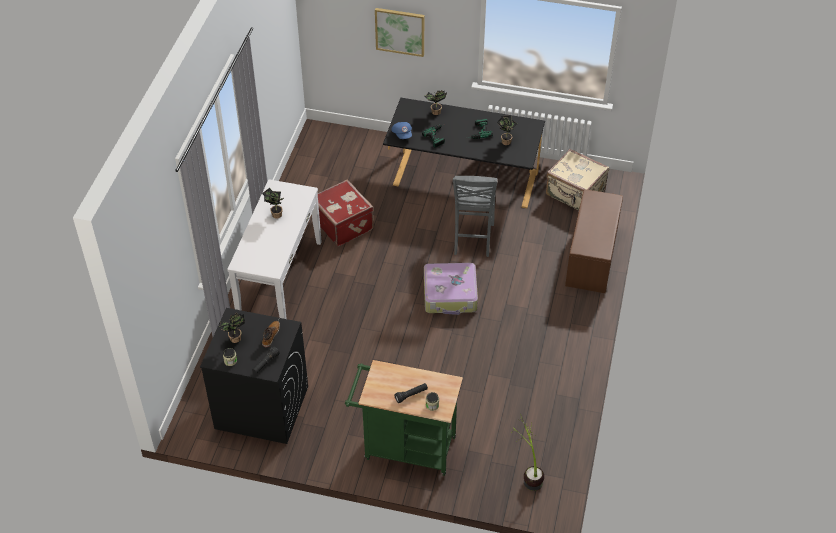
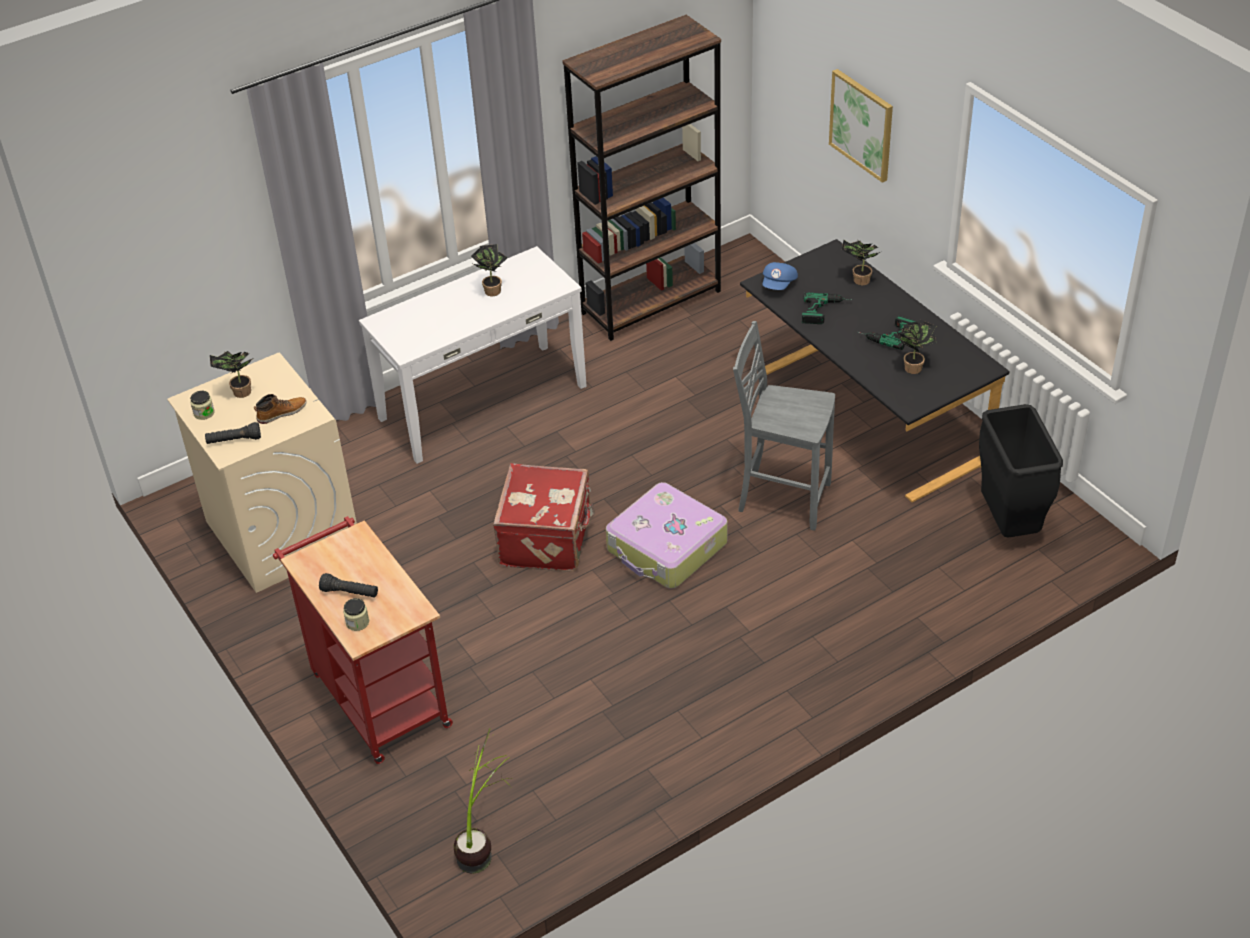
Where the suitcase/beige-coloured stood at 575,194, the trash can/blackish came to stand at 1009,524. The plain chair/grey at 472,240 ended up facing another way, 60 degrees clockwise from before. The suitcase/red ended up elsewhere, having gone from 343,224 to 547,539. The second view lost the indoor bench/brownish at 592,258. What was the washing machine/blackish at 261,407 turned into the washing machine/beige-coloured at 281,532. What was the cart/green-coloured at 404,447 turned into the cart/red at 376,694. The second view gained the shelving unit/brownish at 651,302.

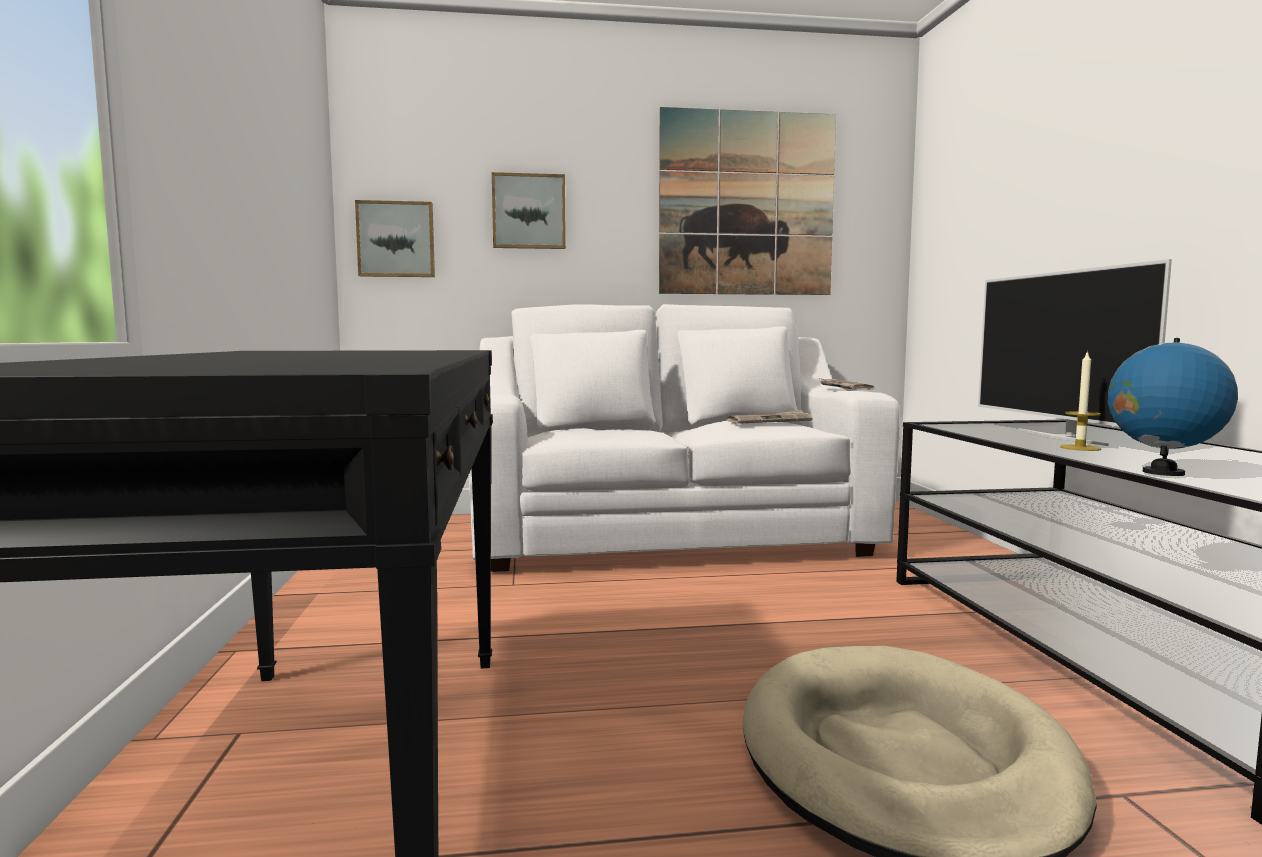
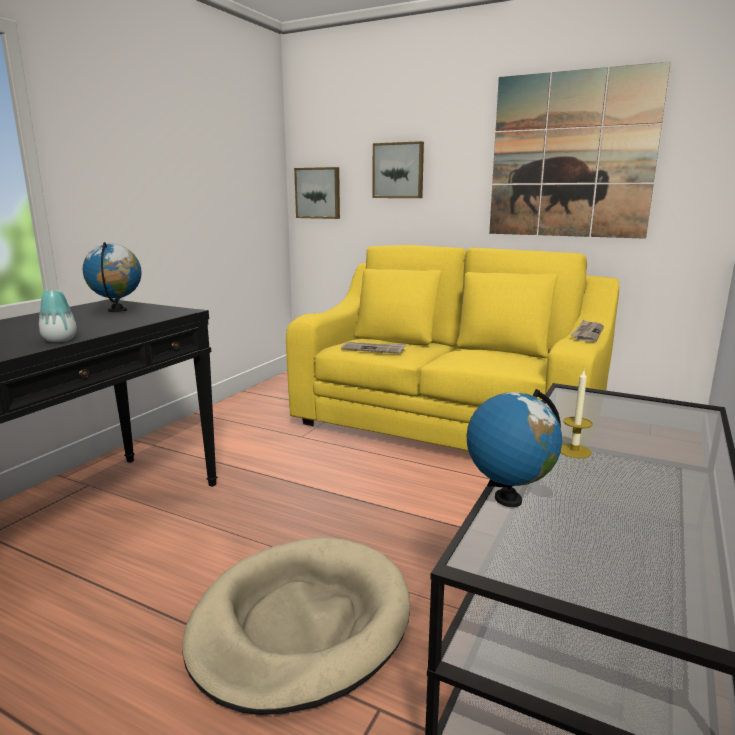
The second view lost the TV set at 1061,437. What was the sofa/white-coloured at 668,535 turned into the sofa/yellow-coloured at 446,422. The daily paper ended up elsewhere, having gone from 769,420 to 374,349. The second view gained the globe at 118,310. The second view gained the flower vase at 60,340.

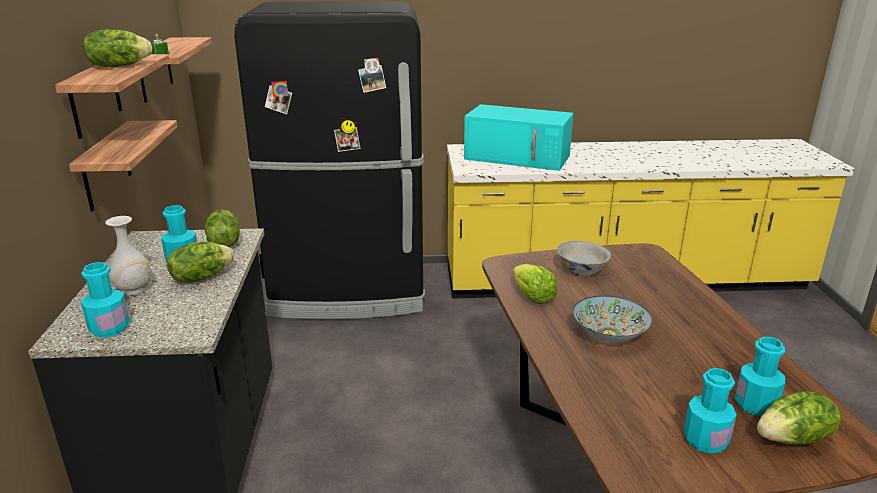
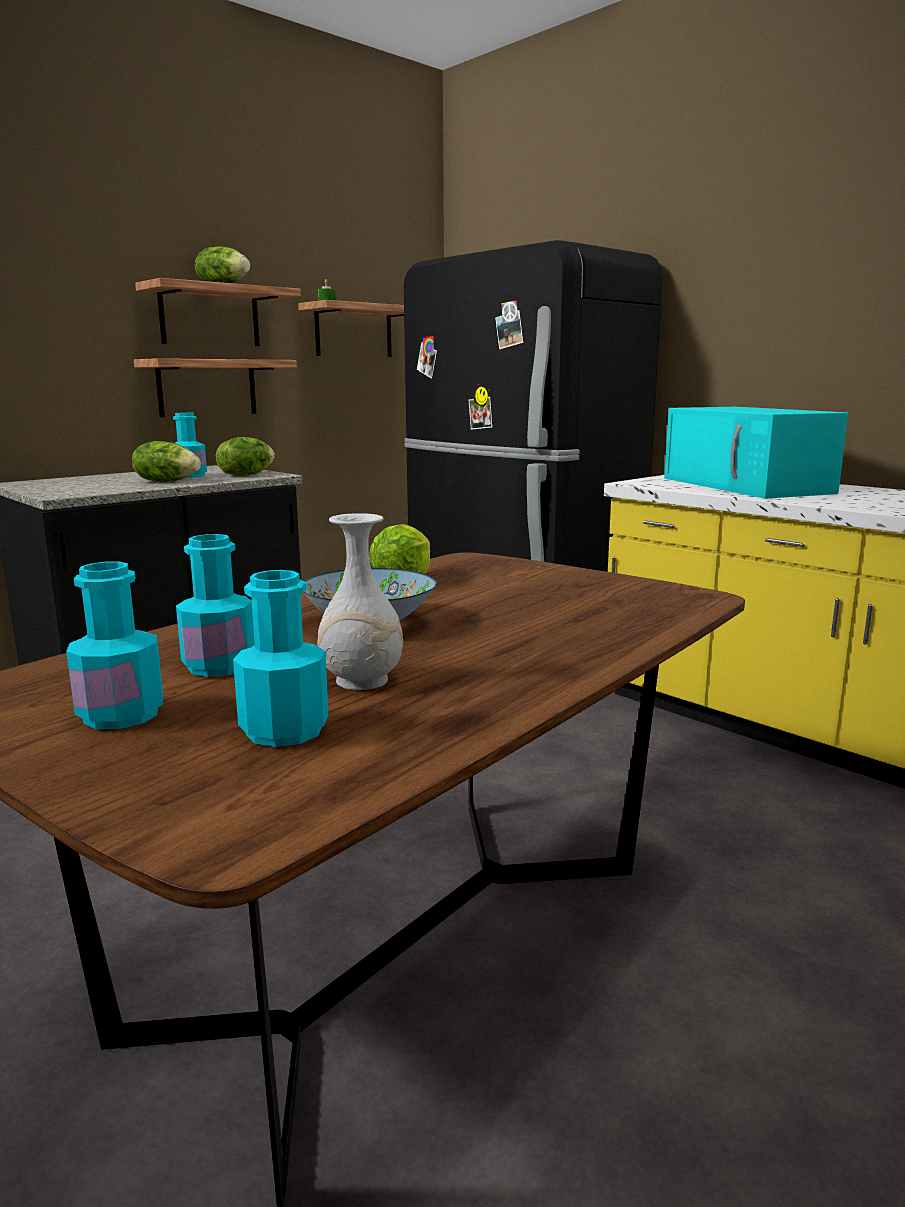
The flower vase/white-coloured ended up elsewhere, having gone from 133,289 to 361,681. The second view lost the bowl/white-coloured at 581,270. The bottle/blue-green ended up elsewhere, having gone from 109,328 to 219,666. The second view lost the lettuce at 794,439.

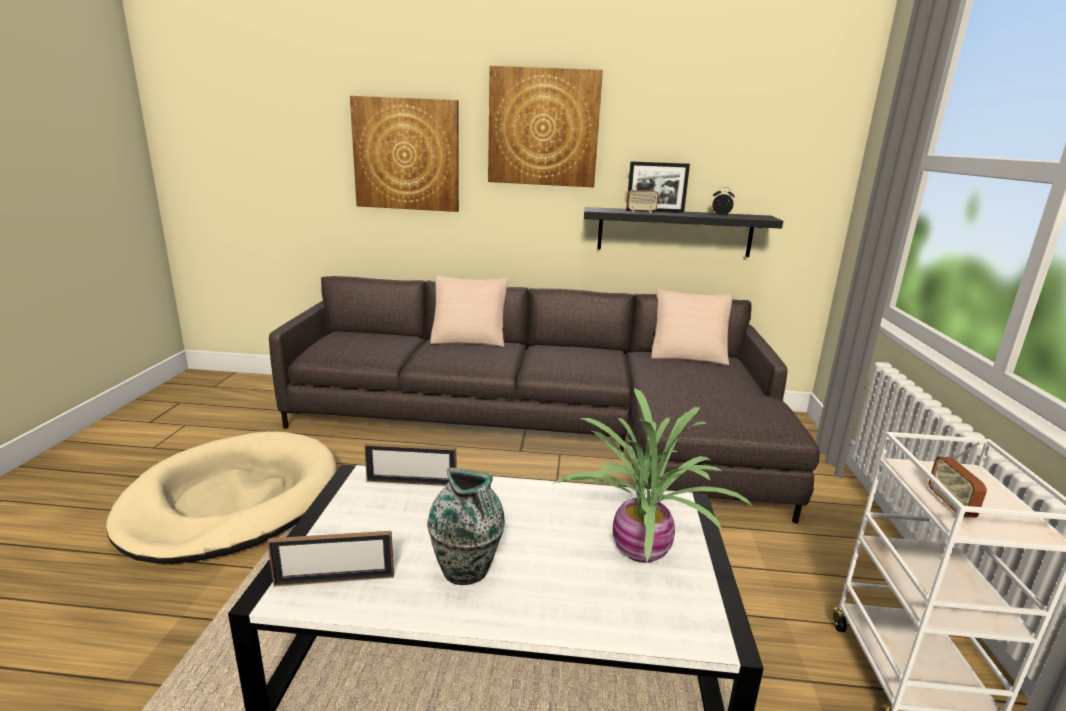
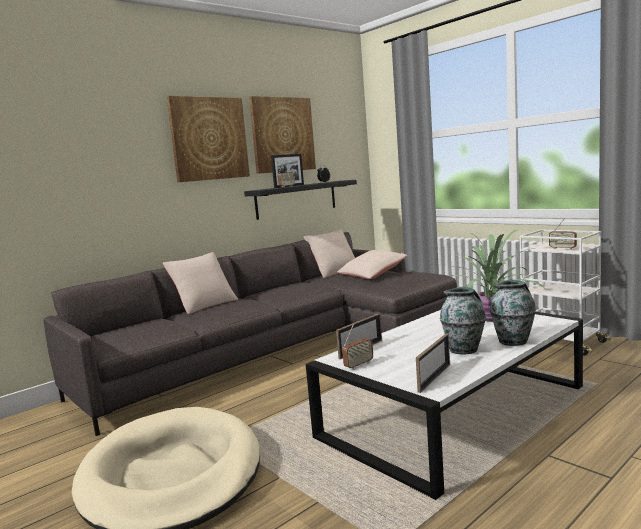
The wall art ended up elsewhere, having gone from 406,154 to 282,135. The second view gained the cushion/beige-coloured at 372,274. The second view gained the flower vase at 513,341. The second view gained the radio set at 358,365.

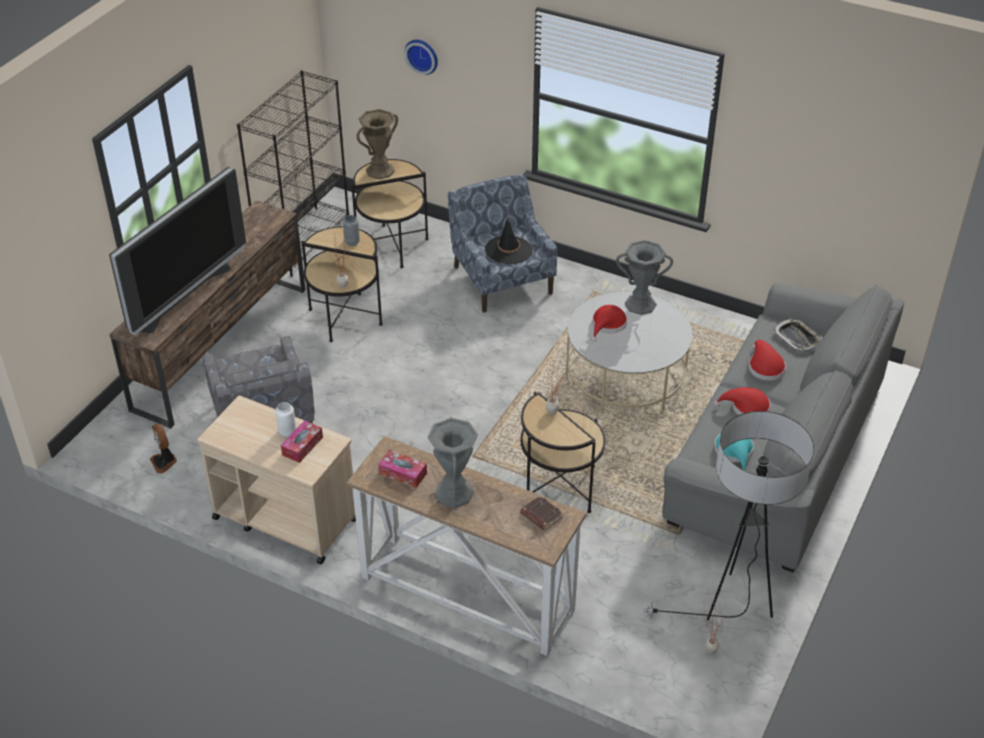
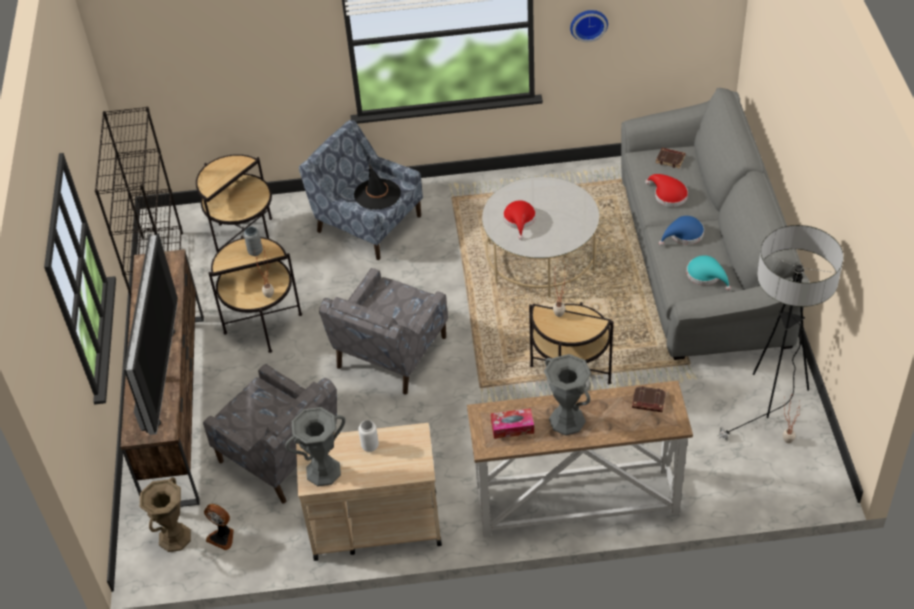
The wall clock ended up elsewhere, having gone from 422,55 to 588,23. The flower vase/brownish ended up elsewhere, having gone from 380,171 to 175,538. The flower vase/grey ended up elsewhere, having gone from 640,304 to 323,471. Where the carrying tray stood at 797,338, the book/brownish came to stand at 671,159. What was the wearable hat/red at 746,407 turned into the wearable hat/blue at 684,235. The second view lost the tissue box at 302,446. The second view gained the easy chair/grey at 390,354.

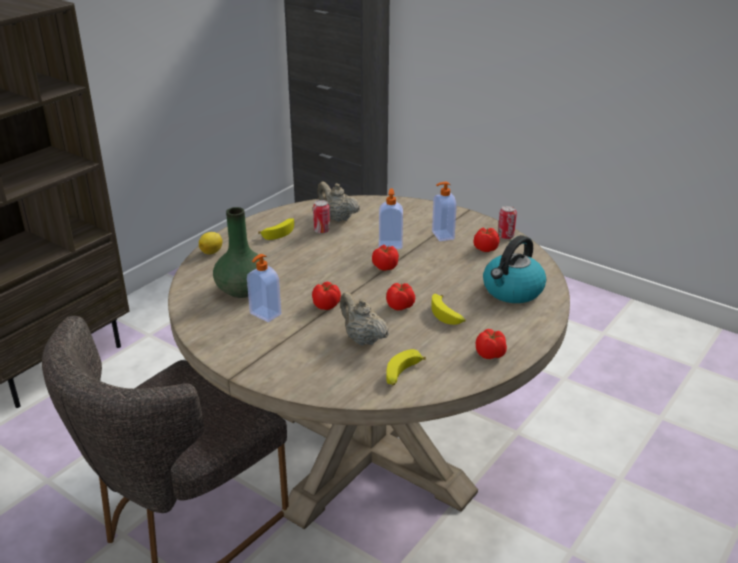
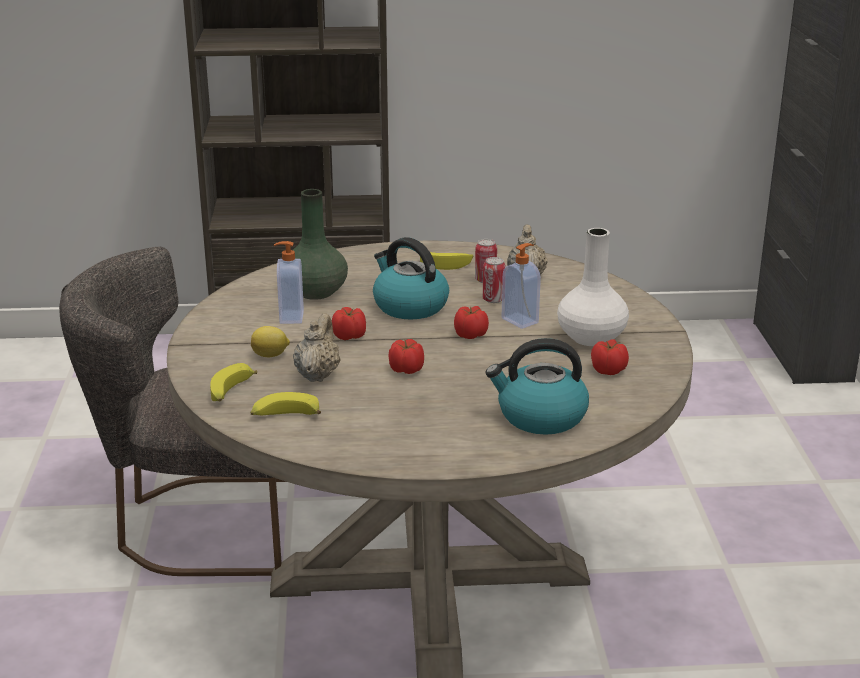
Where the liquid soap bottle stood at 442,235, the flower vase/white-coloured came to stand at 591,338. The can ended up elsewhere, having gone from 505,236 to 493,300. The lemon ended up elsewhere, having gone from 212,252 to 270,355. The banana ended up elsewhere, having gone from 447,315 to 231,392. The second view lost the tomato at 490,354. The second view gained the tea kettle at 409,306.

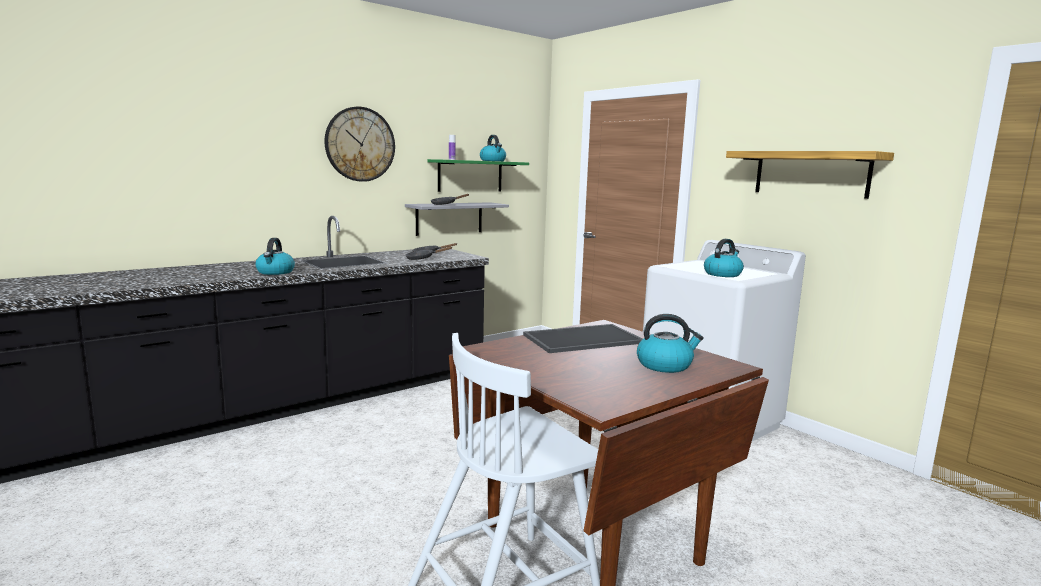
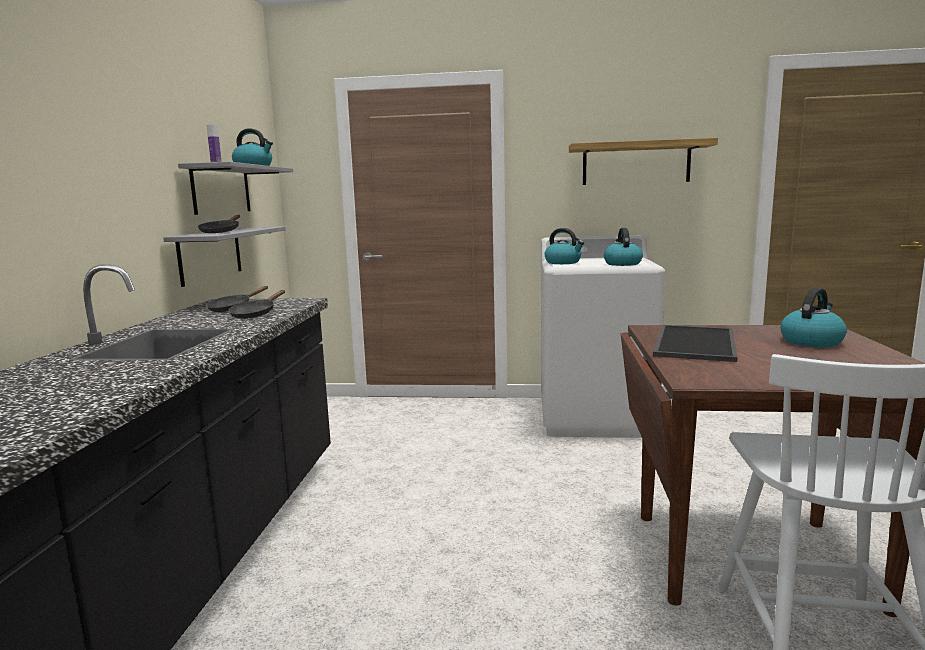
The second view lost the wall clock at 360,144. What was the wall shelf/green-coloured at 470,176 turned into the wall shelf/grey at 221,190. The tea kettle ended up elsewhere, having gone from 275,272 to 563,262.

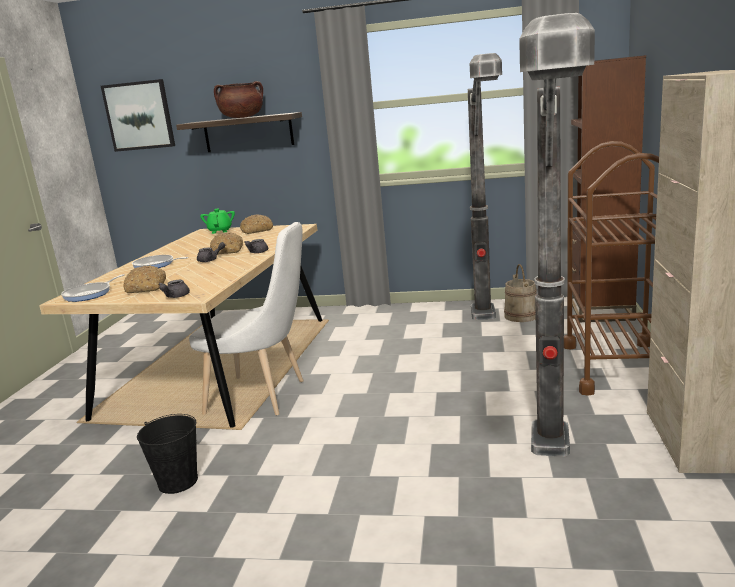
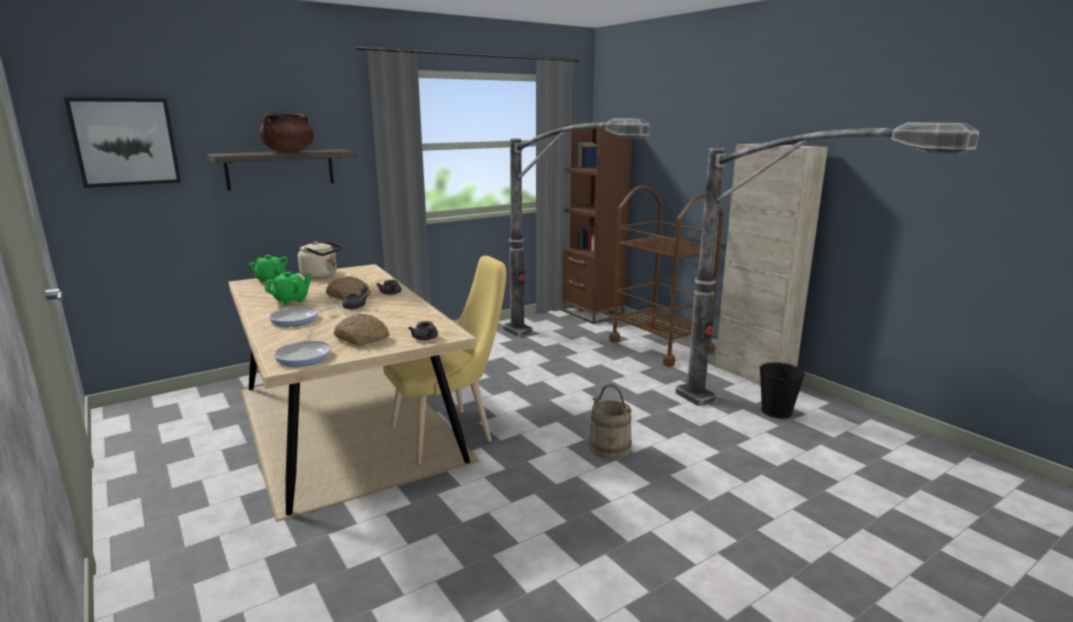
Where the bakery bread stood at 256,230, the tea kettle/beige-coloured came to stand at 321,276. What was the plain chair/white-coloured at 263,397 turned into the plain chair/yellow-coloured at 448,433. The pail/beige-coloured ended up elsewhere, having gone from 521,316 to 610,447. The pail/blackish ended up elsewhere, having gone from 178,482 to 776,411. The second view gained the tea pot/green-coloured at 291,300.

